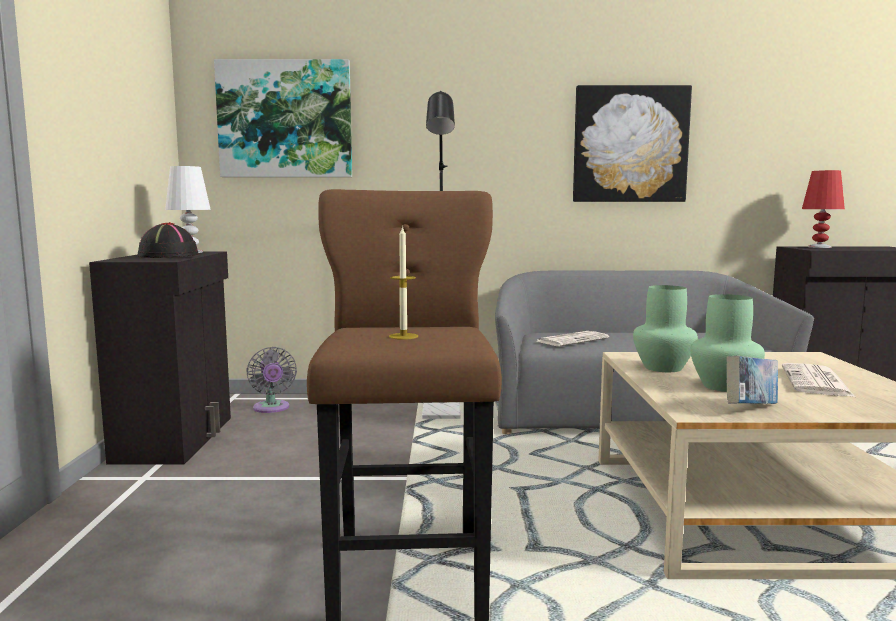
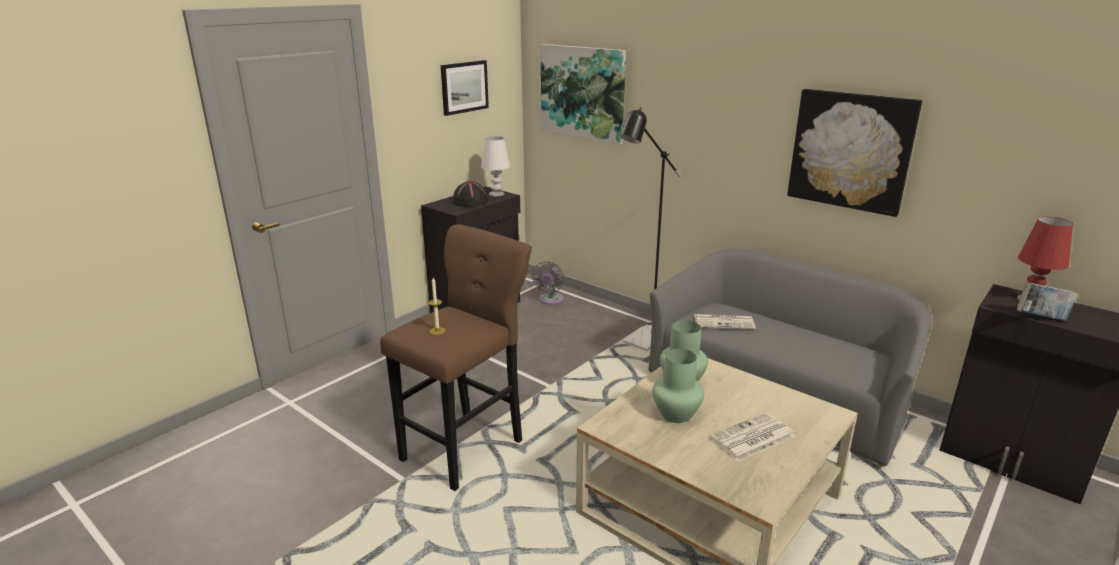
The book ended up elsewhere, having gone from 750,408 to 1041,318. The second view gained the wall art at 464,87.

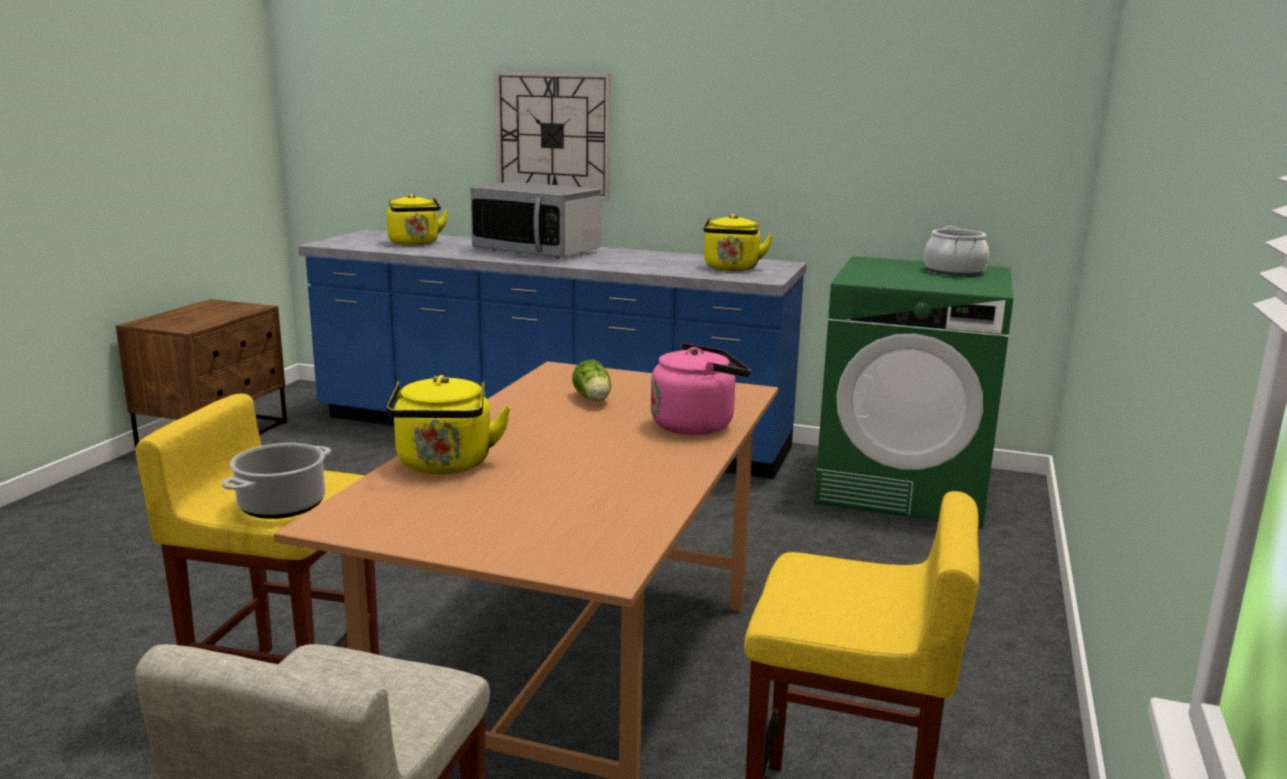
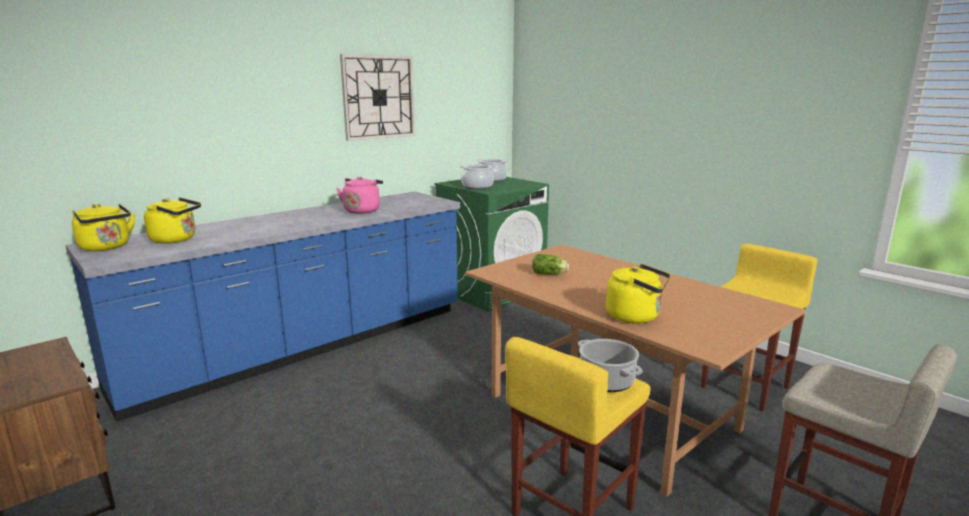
The wall clock ended up elsewhere, having gone from 553,135 to 378,97. The second view lost the microwave at 537,251. The tea kettle/yellow-coloured ended up elsewhere, having gone from 731,269 to 107,247. The tea kettle/pink ended up elsewhere, having gone from 697,425 to 362,210. The second view gained the stockpot at 477,187.

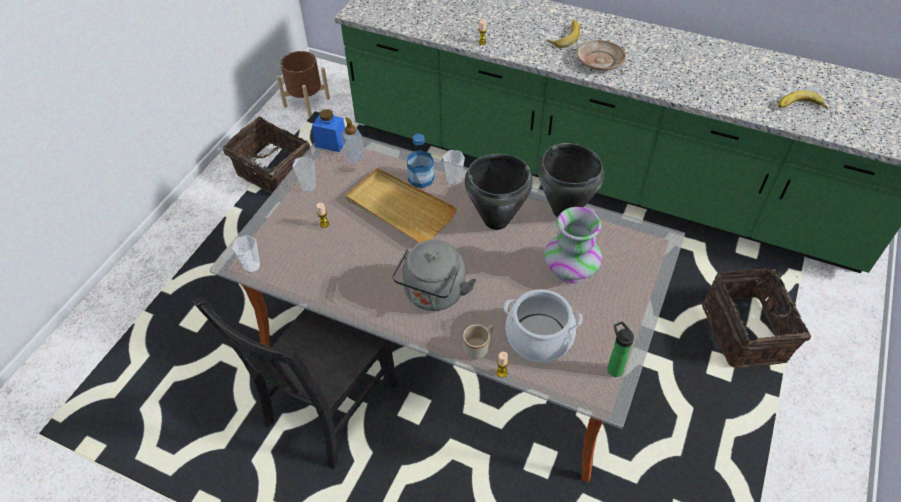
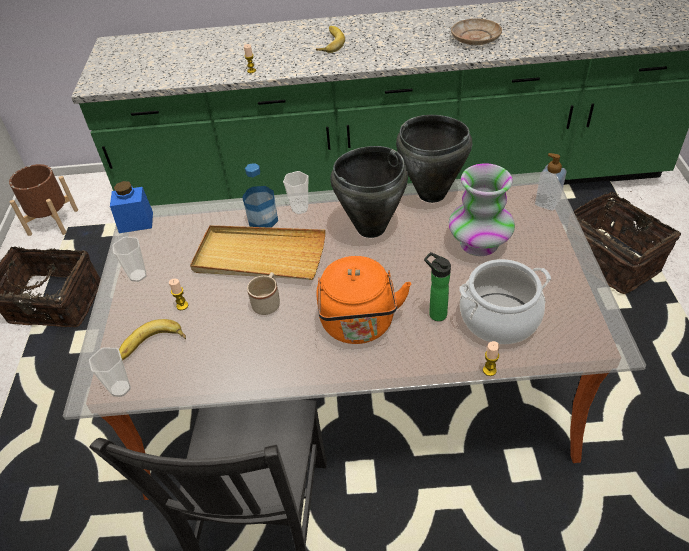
The dinner plate/beige-coloured ended up elsewhere, having gone from 599,61 to 475,38. The banana ended up elsewhere, having gone from 801,107 to 152,346. The liquid soap bottle ended up elsewhere, having gone from 354,157 to 547,203. What was the tea kettle/grey at 433,295 turned into the tea kettle/orange-coloured at 359,325. The bottle ended up elsewhere, having gone from 613,368 to 435,313. The coffee mug/beige-coloured ended up elsewhere, having gone from 479,347 to 268,302.

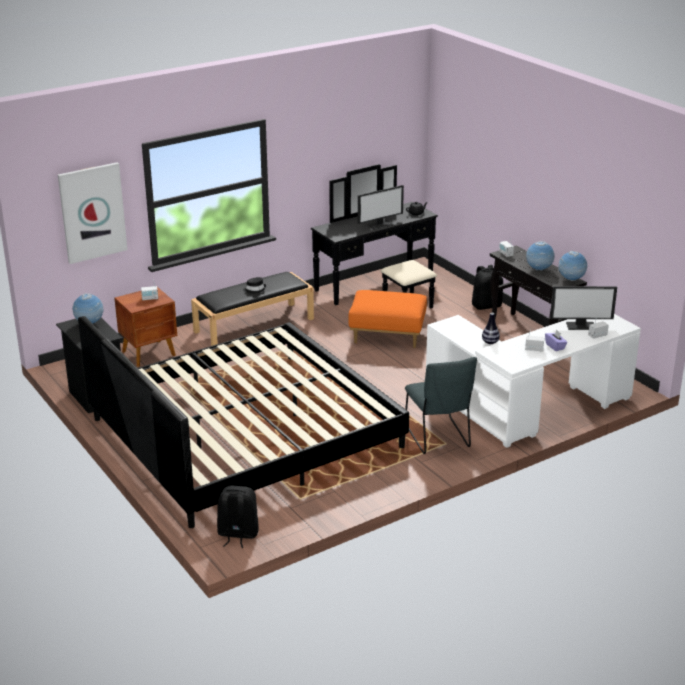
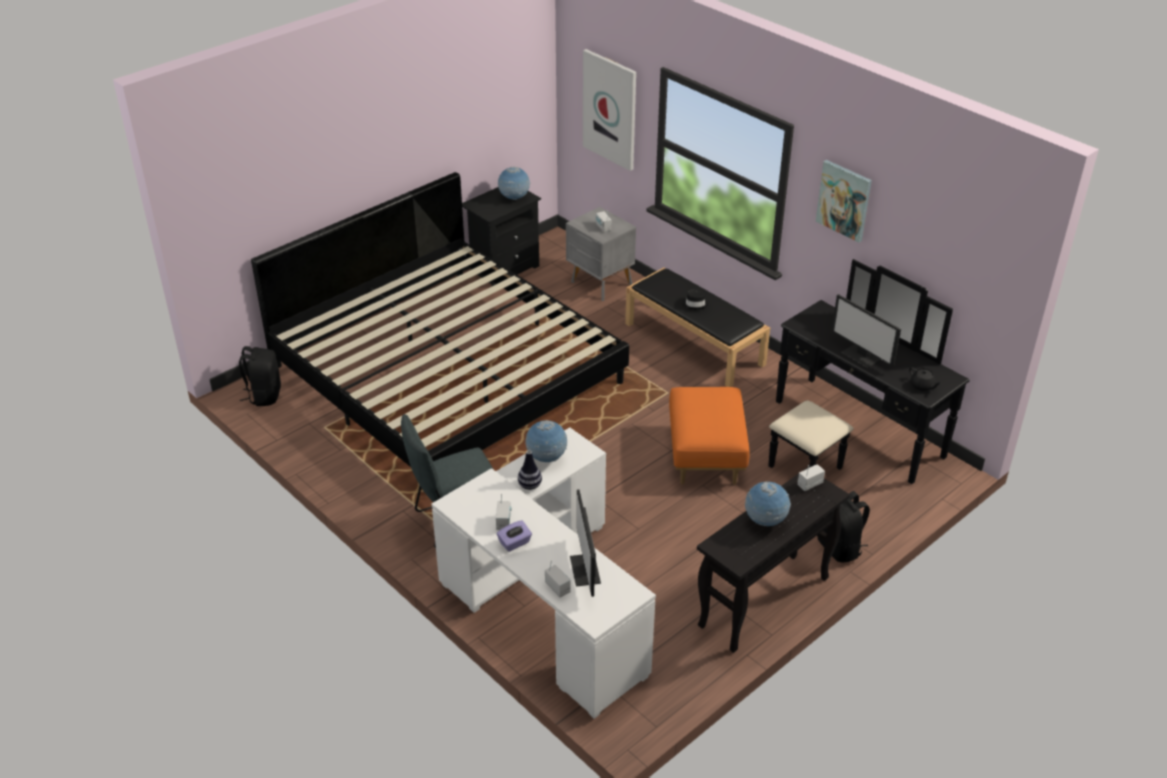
The globe ended up elsewhere, having gone from 571,280 to 546,458. What was the nightstand/brownish at 150,353 turned into the nightstand/grey at 601,284. The second view gained the wall art at 844,200.

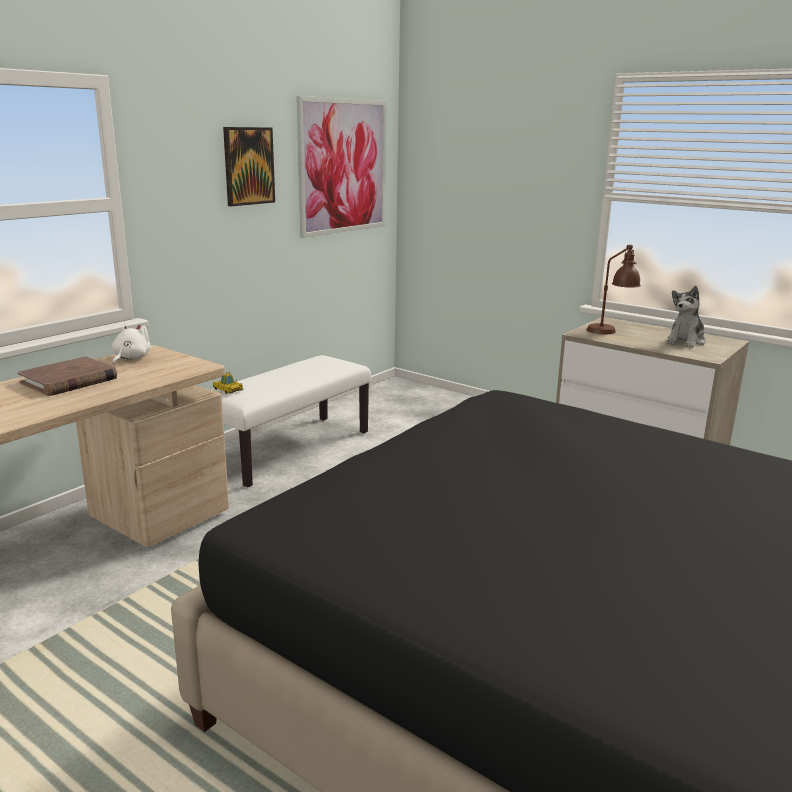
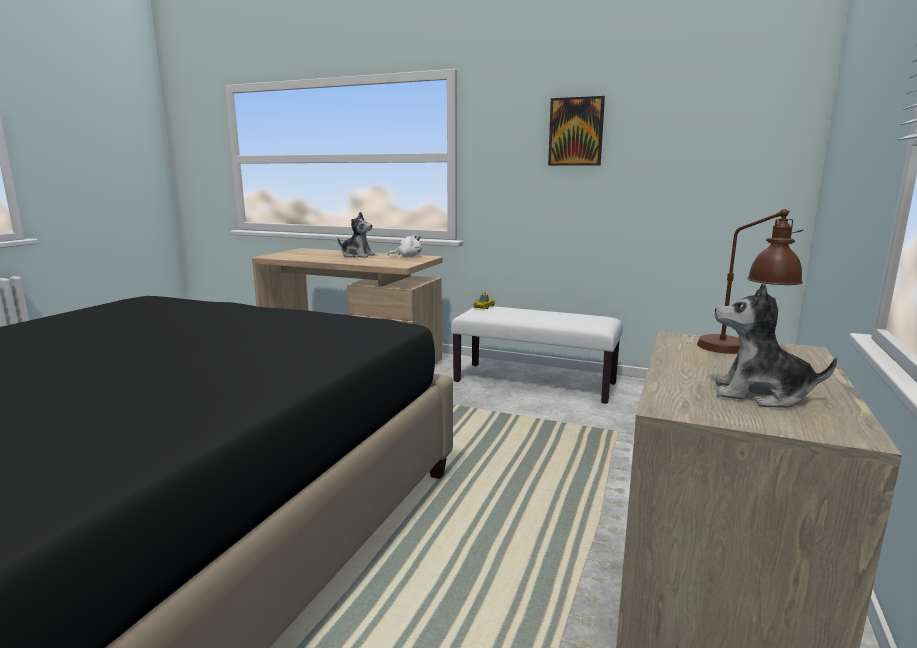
The second view lost the wall art at 343,166. Where the book/brownish stood at 69,381, the plush toy came to stand at 357,255.

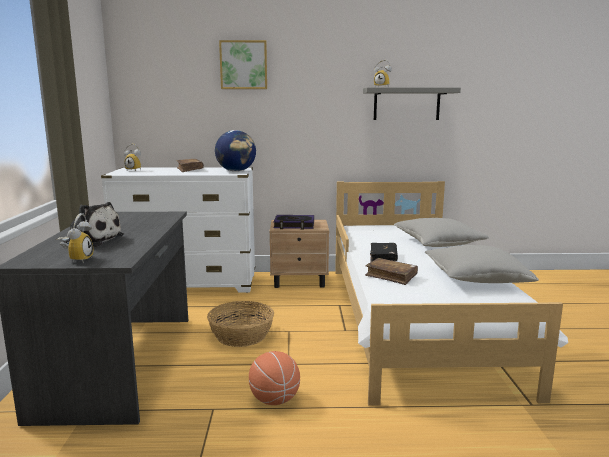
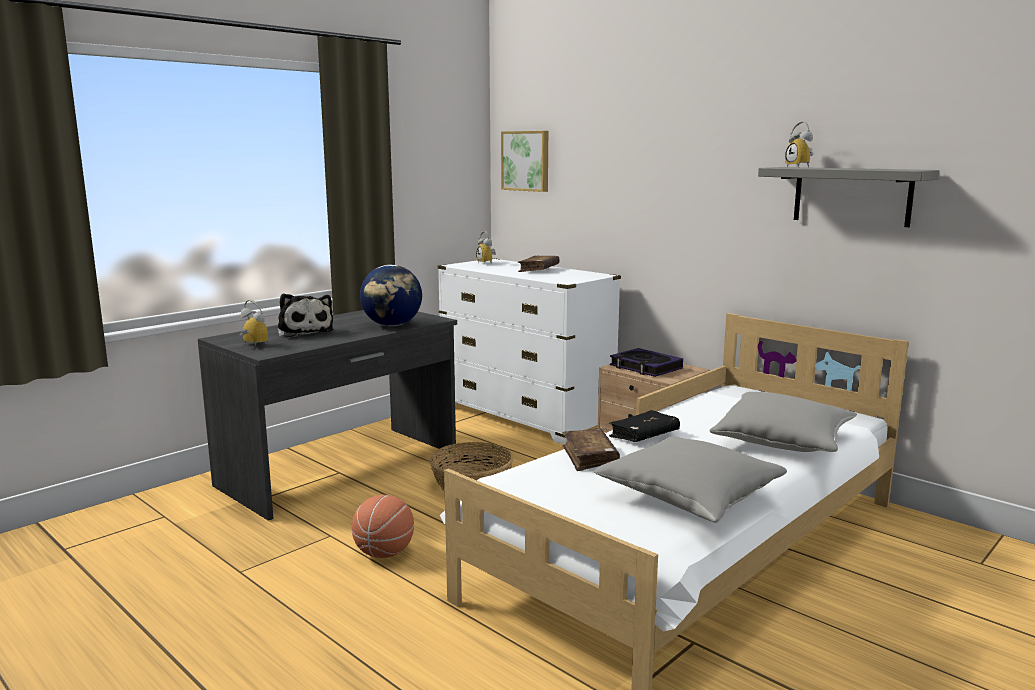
The wall art ended up elsewhere, having gone from 243,65 to 526,161. The globe ended up elsewhere, having gone from 236,171 to 392,325. The table clock at 78,259 ended up facing another way, 105 degrees counterclockwise from before.

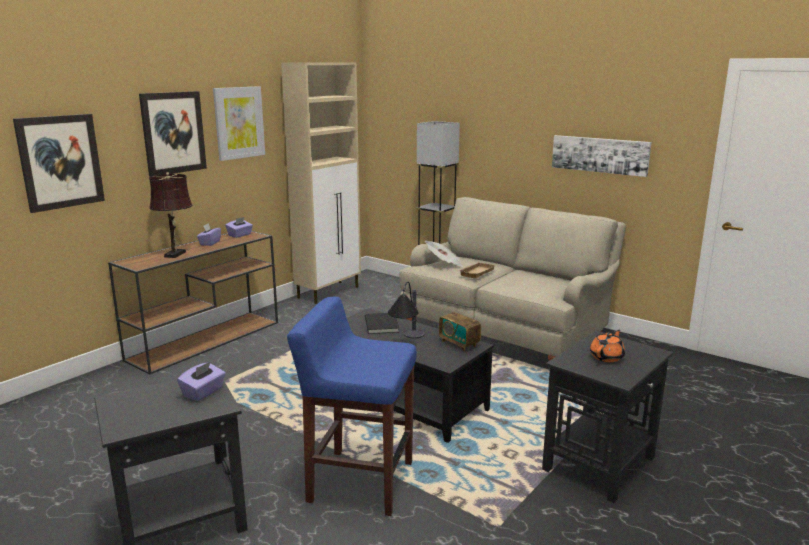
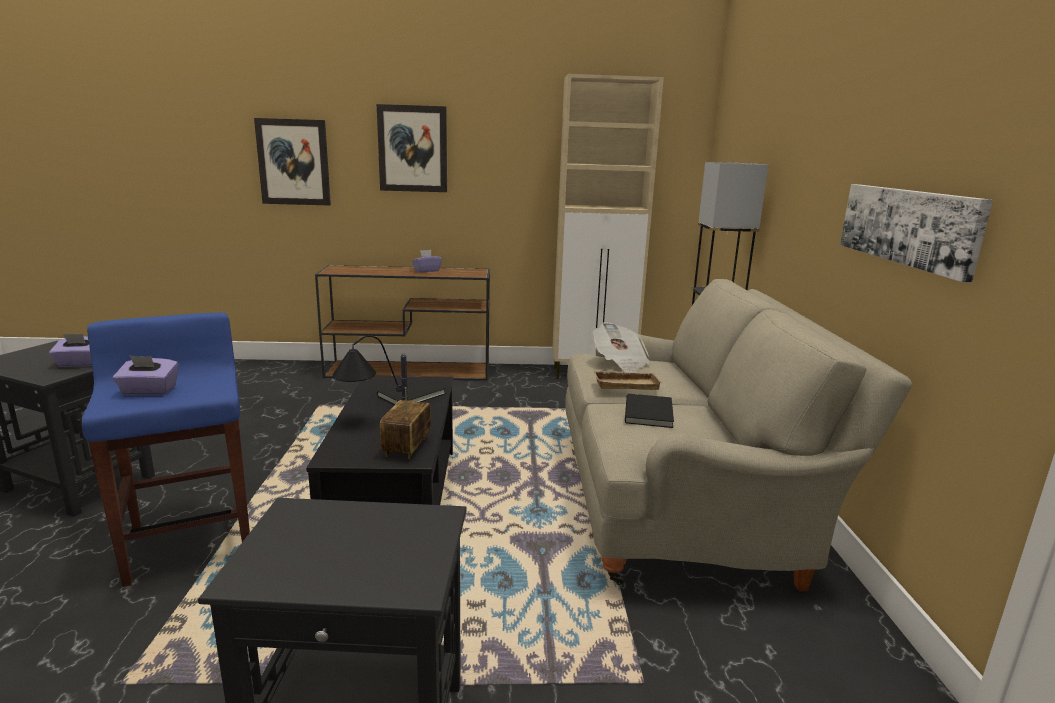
The second view lost the wall art at 239,122. The second view lost the tabletop lamp/brownish at 176,254. The tissue box/purplish ended up elsewhere, having gone from 240,235 to 149,391. The second view lost the tea pot/orange-coloured at 607,357. The second view gained the book/blackish at 650,412.

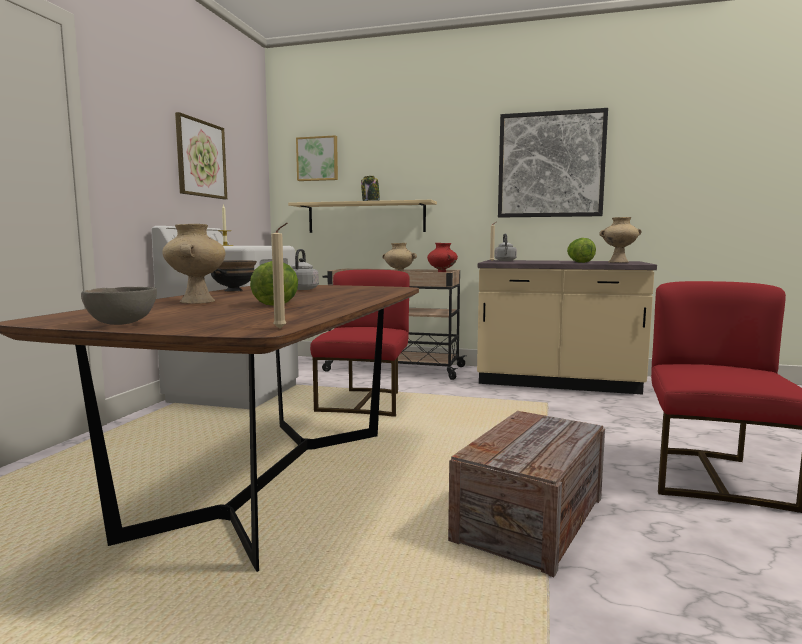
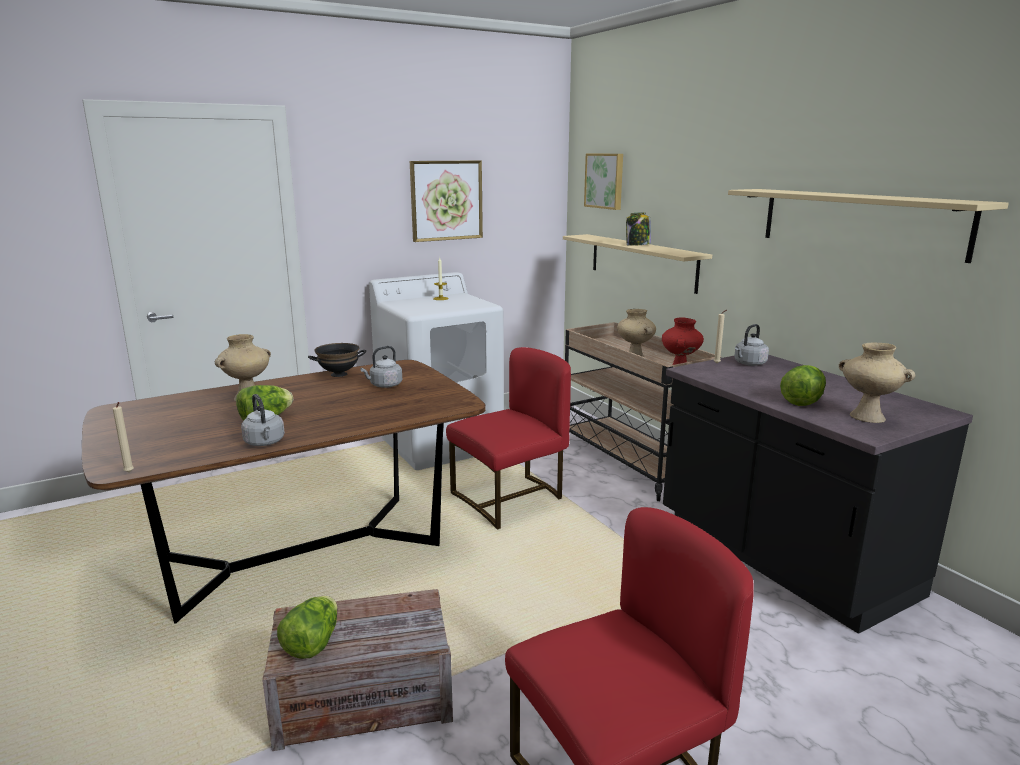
Where the wall art hung at 550,165, the wall shelf/beige-coloured came to hang at 859,221. What was the kitchen counter/beige-coloured at 557,382 turned into the kitchen counter/blackish at 781,557. The second view lost the bowl/grey at 122,324. The second view gained the tea kettle/grey at 265,443. The second view gained the lettuce at 313,643.

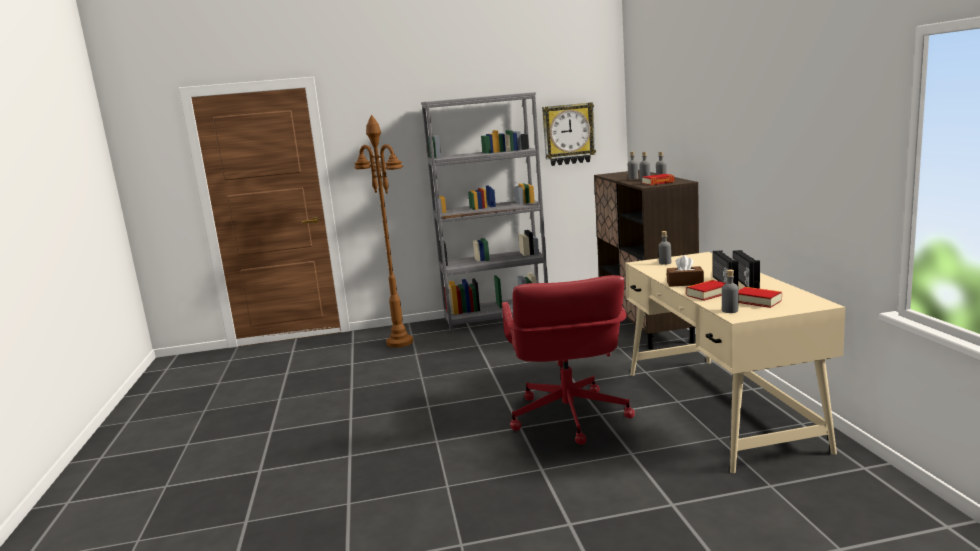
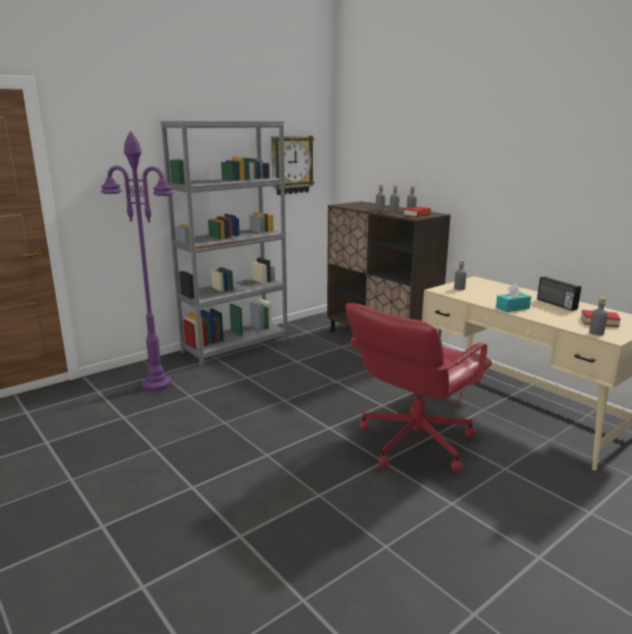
What was the floor lamp/brownish at 400,342 turned into the floor lamp/purplish at 157,384. The second view lost the radio set at 723,282. What was the tissue box/brownish at 685,283 turned into the tissue box/blue-green at 512,308. The computer chair/red at 568,417 ended up facing another way, 75 degrees clockwise from before. The second view lost the book at 707,294.

